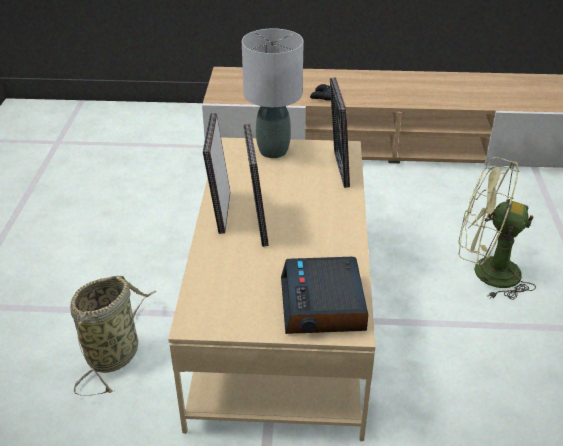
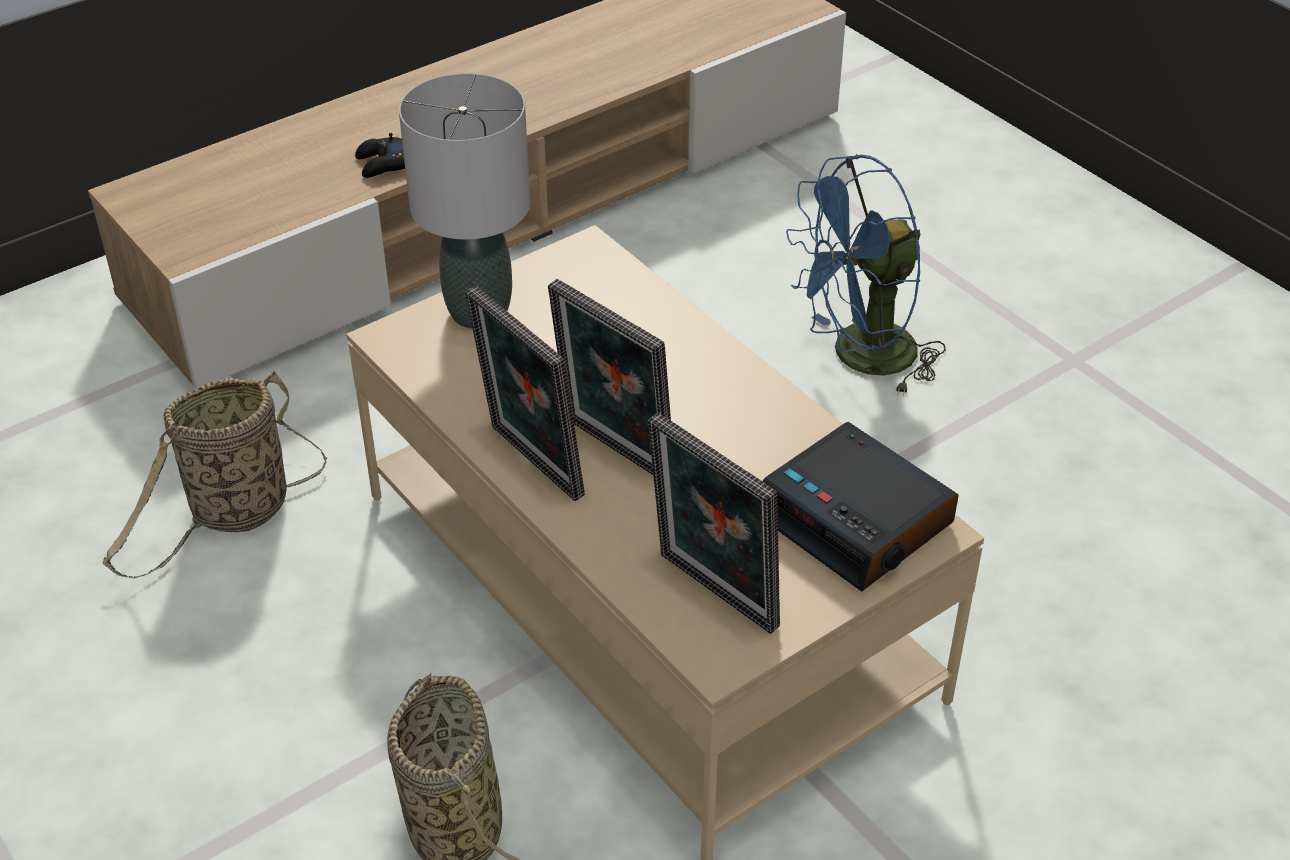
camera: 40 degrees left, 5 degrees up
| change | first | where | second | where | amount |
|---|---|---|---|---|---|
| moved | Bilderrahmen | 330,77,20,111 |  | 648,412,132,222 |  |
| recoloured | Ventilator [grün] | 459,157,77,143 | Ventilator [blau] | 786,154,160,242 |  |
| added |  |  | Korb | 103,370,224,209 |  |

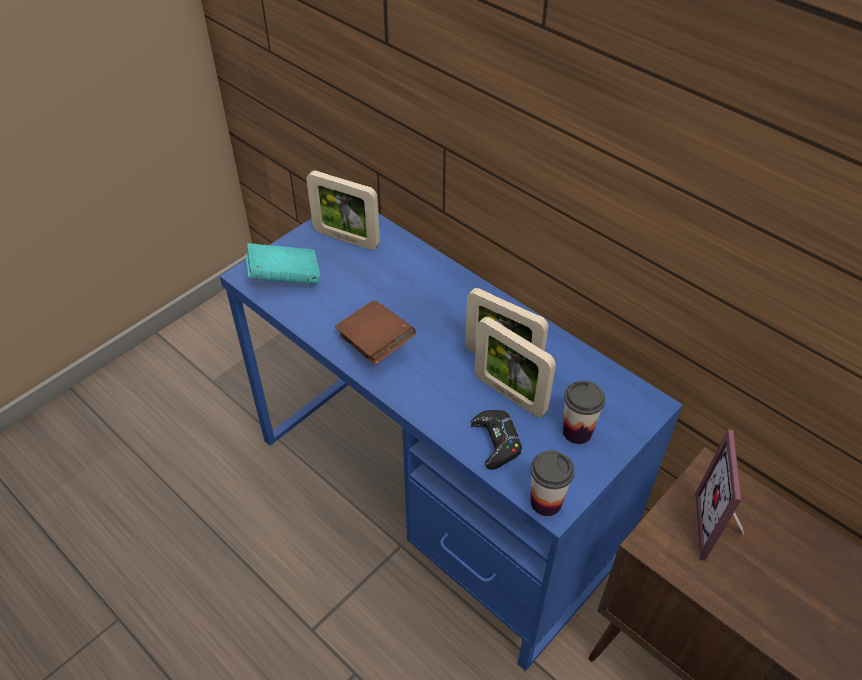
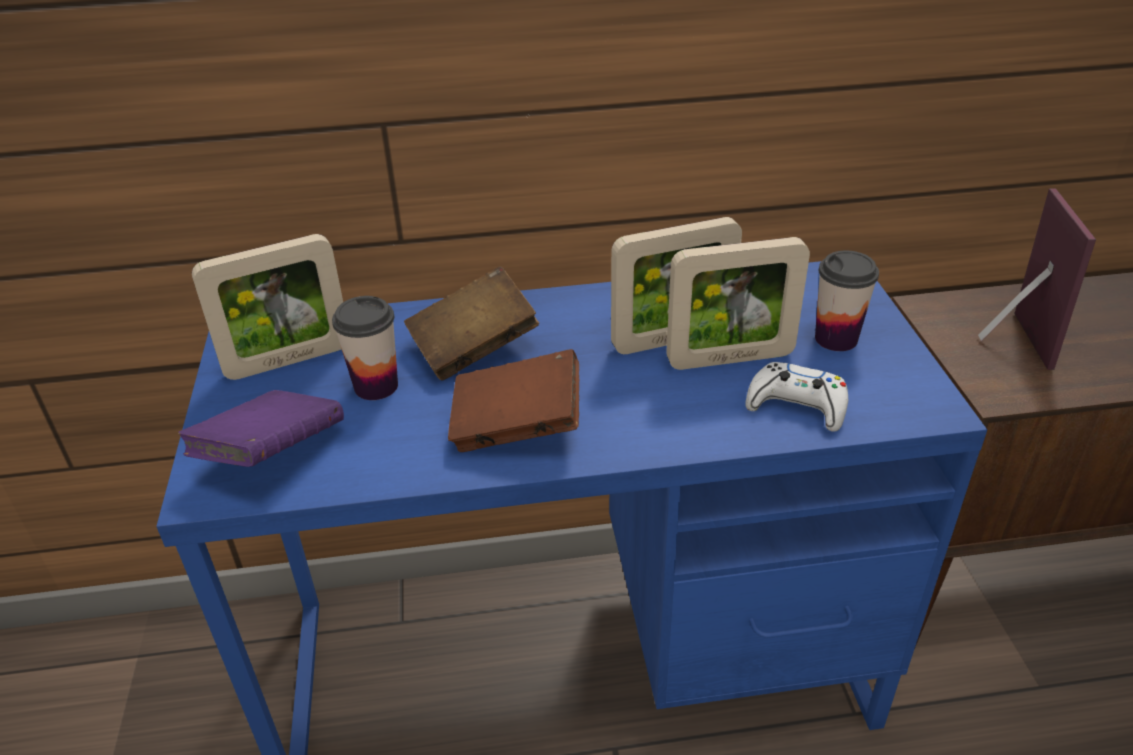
camera: 50 degrees left, 10 degrees down
| change | first | where | second | where | amount |
|---|---|---|---|---|---|
| recoloured | Buch [türkis] | 246,243,74,41 | Buch [lila] | 178,390,166,77 |  |
| recoloured | Gamepad [schwarz] | 471,410,51,60 | Gamepad [weiß] | 745,362,103,70 |  |
| moved | Tasse | 530,450,45,66 |  | 332,296,66,104 |  |
| turned | Bilderrahmen | 695,429,49,132 |  | 978,188,118,182 | 135 degrees counterclockwise |
| added |  |  | Buch [braun] | 404,266,135,115 |  |

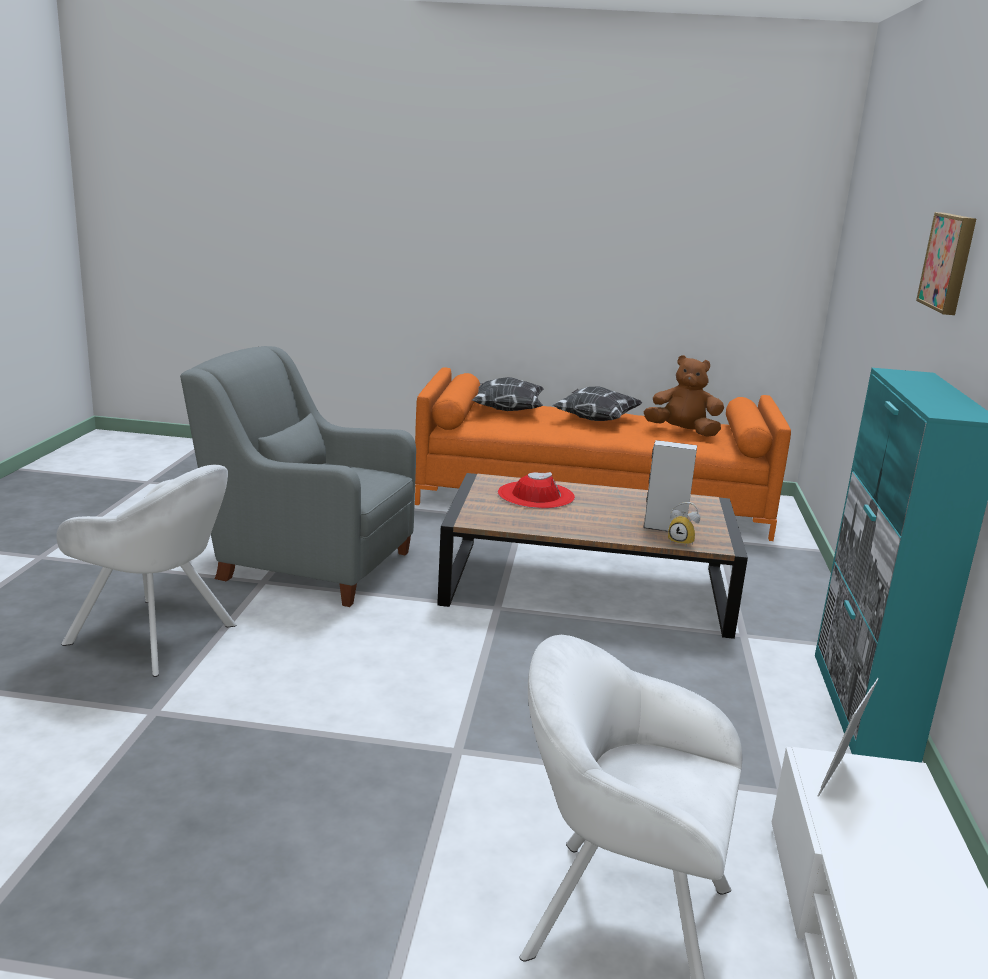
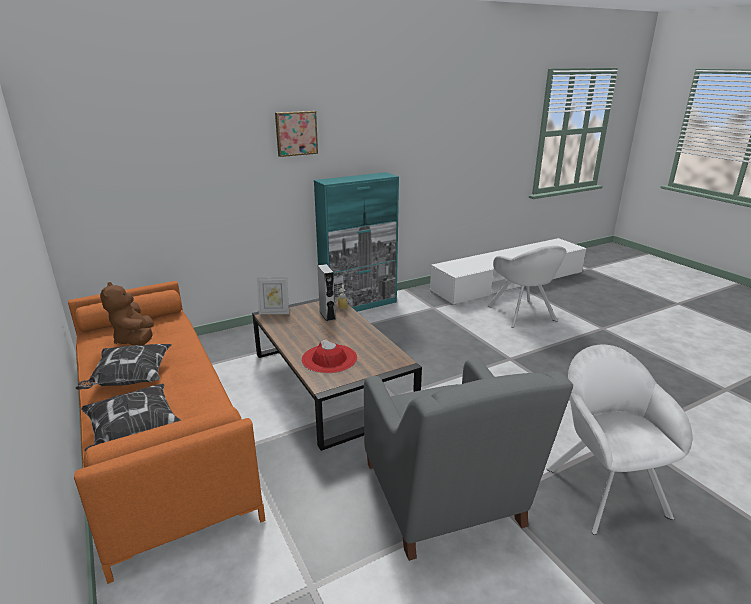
camera: 125 degrees left, 5 degrees up
| change | first | where | second | where | amount |
|---|---|---|---|---|---|
| moved | Bilderrahmen | 817,678,62,119 |  | 257,277,32,37 |  |

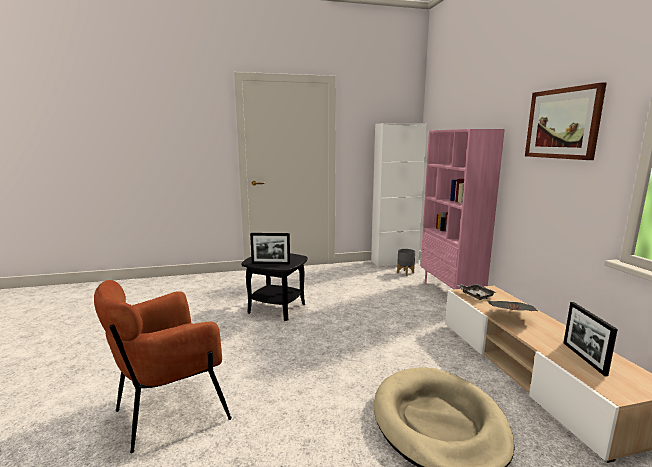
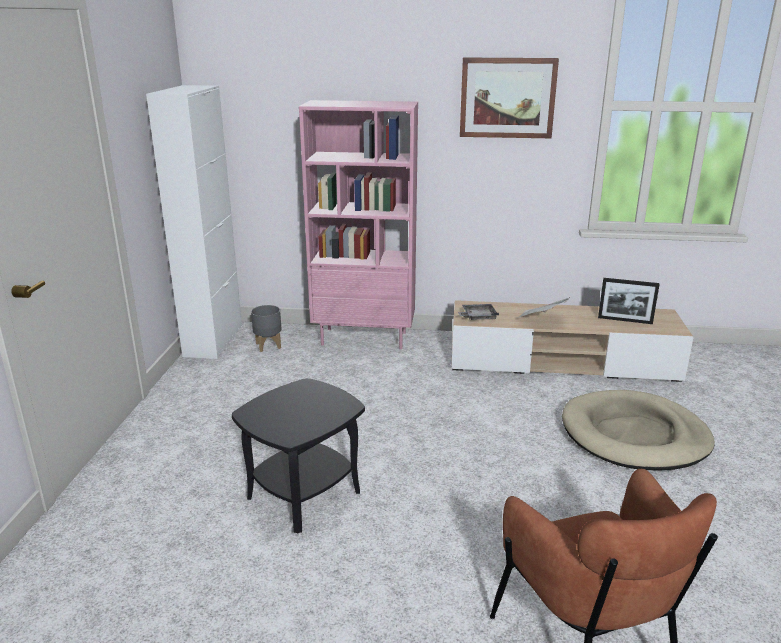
camera: 70 degrees left, 10 degrees up
| change | first | where | second | where | amount |
|---|---|---|---|---|---|
| removed | Bilderrahmen | 250,233,40,31 |  |  |  |

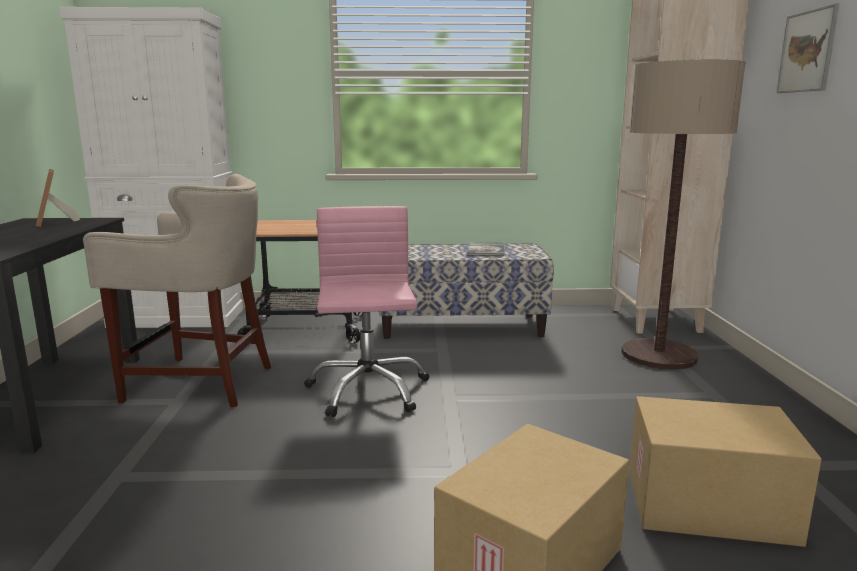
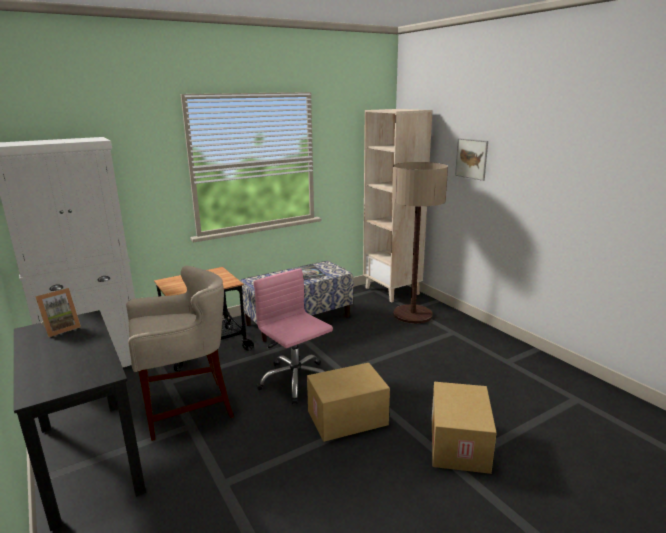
camera: 30 degrees left, 5 degrees up
| change | first | where | second | where | amount |
|---|---|---|---|---|---|
| turned | Bilderrahmen | 36,169,44,58 |  | 35,288,46,49 | 75 degrees counterclockwise |
| moved | Karton | 629,396,193,151 |  | 307,363,83,79 |  |

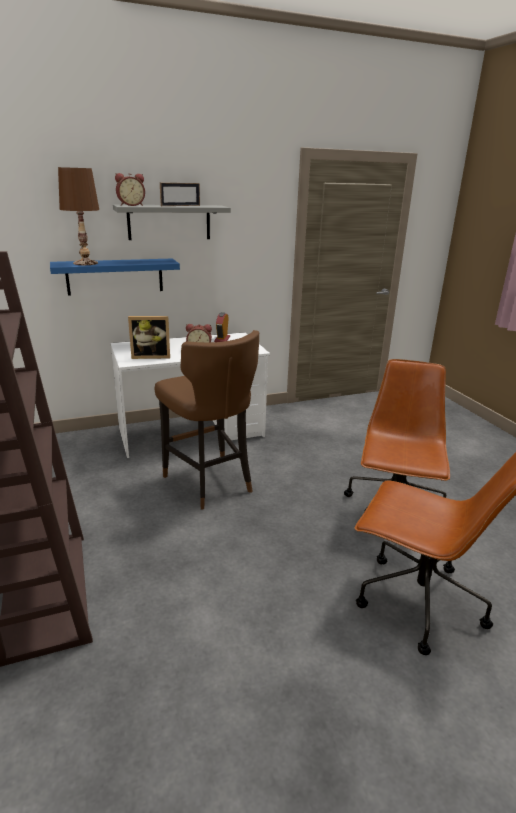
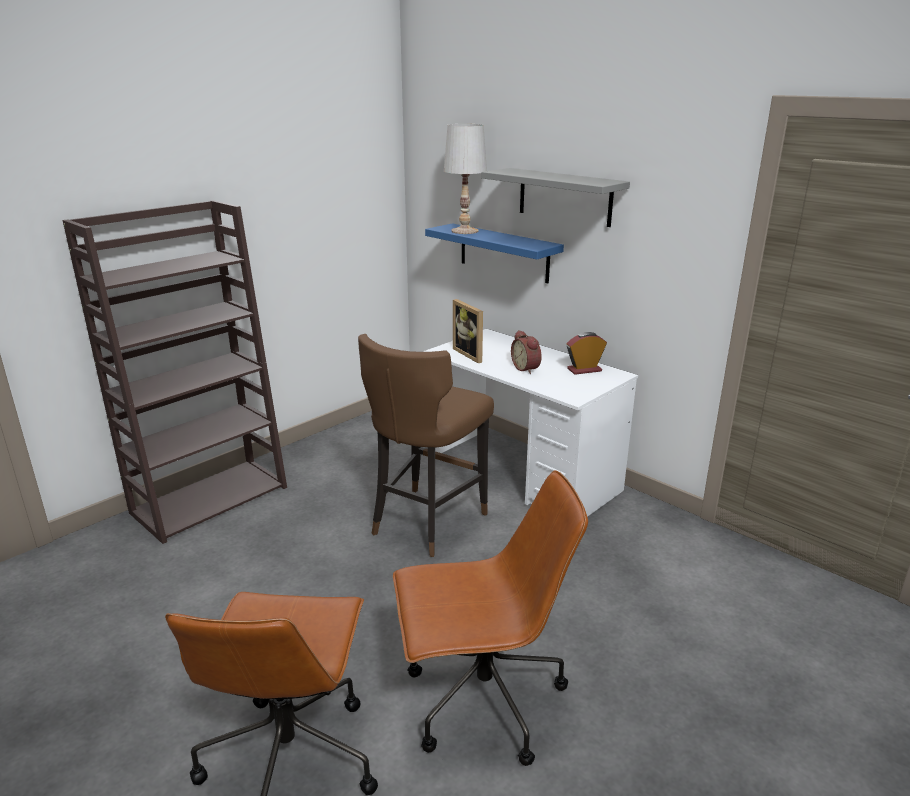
camera: 65 degrees right, 0 degrees up
| change | first | where | second | where | amount |
|---|---|---|---|---|---|
| recoloured | Tischlampe [braun] | 58,167,41,98 | Tischlampe [weiß] | 444,124,43,110 |  |
| removed | Wecker | 115,173,30,33 |  |  |  |
| removed | Bilderrahmen | 160,183,40,23 |  |  |  |

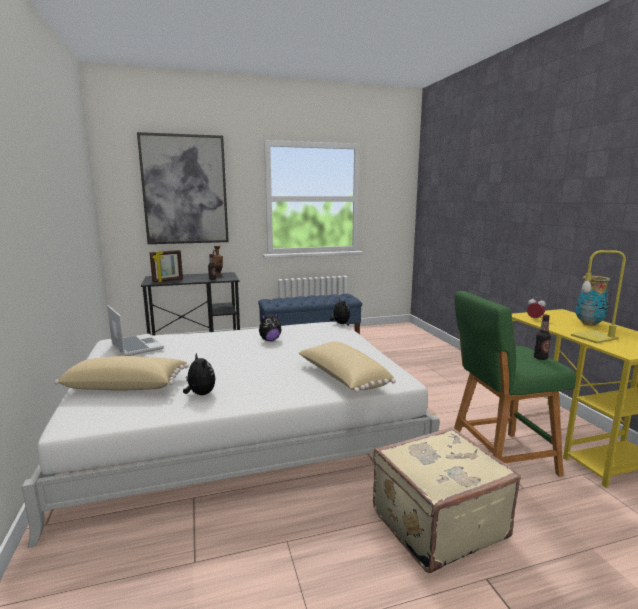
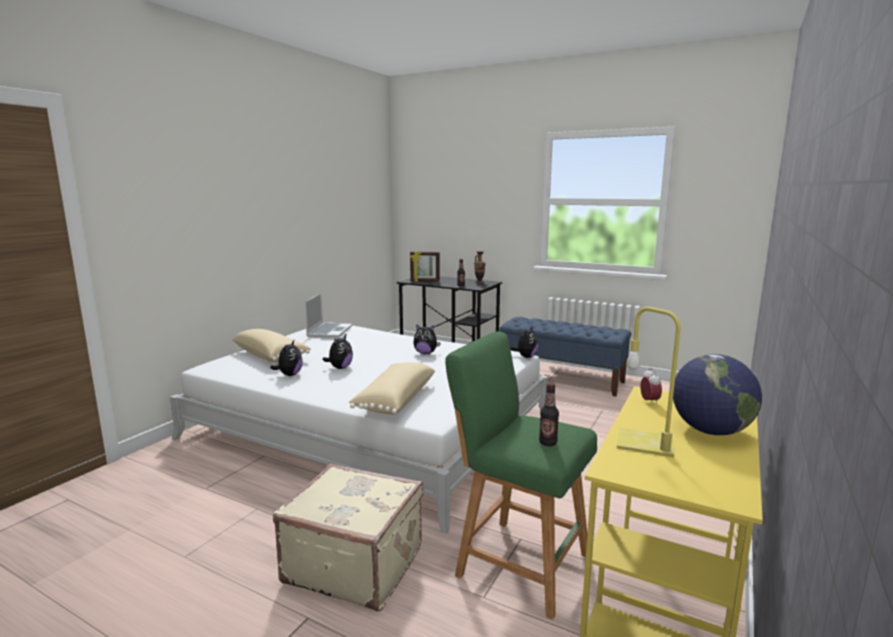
camera: 45 degrees right, 0 degrees up
| change | first | where | second | where | amount |
|---|---|---|---|---|---|
| removed | Bild | 137,132,92,112 |  |  |  |
| replaced | Vase | 575,276,35,50 | Globus | 673,354,89,81 |  |
| added |  |  | Plüschtier | 323,335,30,34 |  |

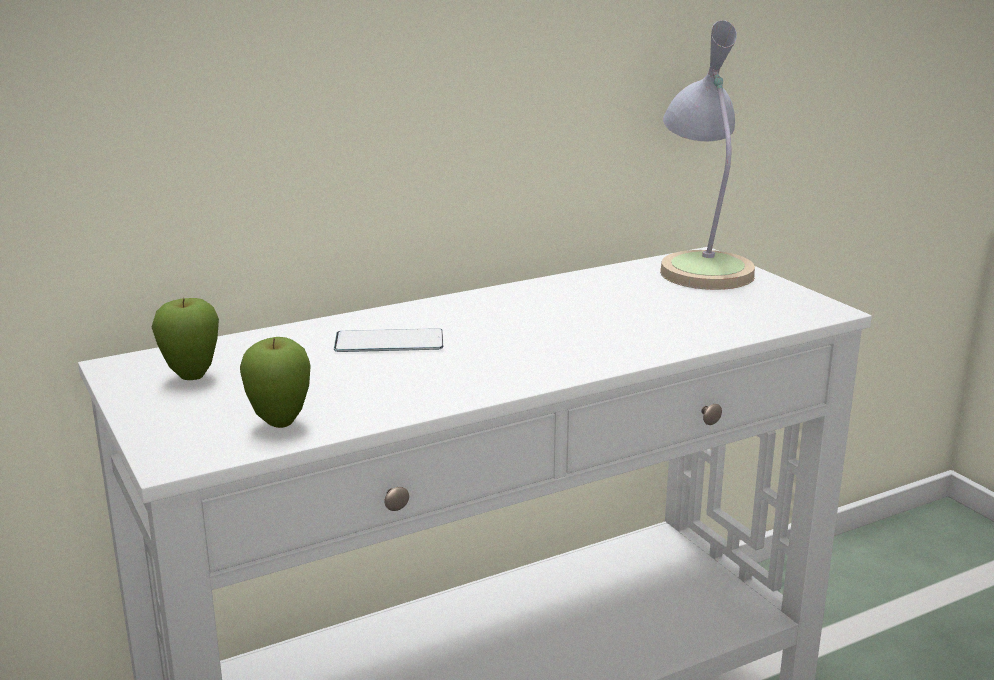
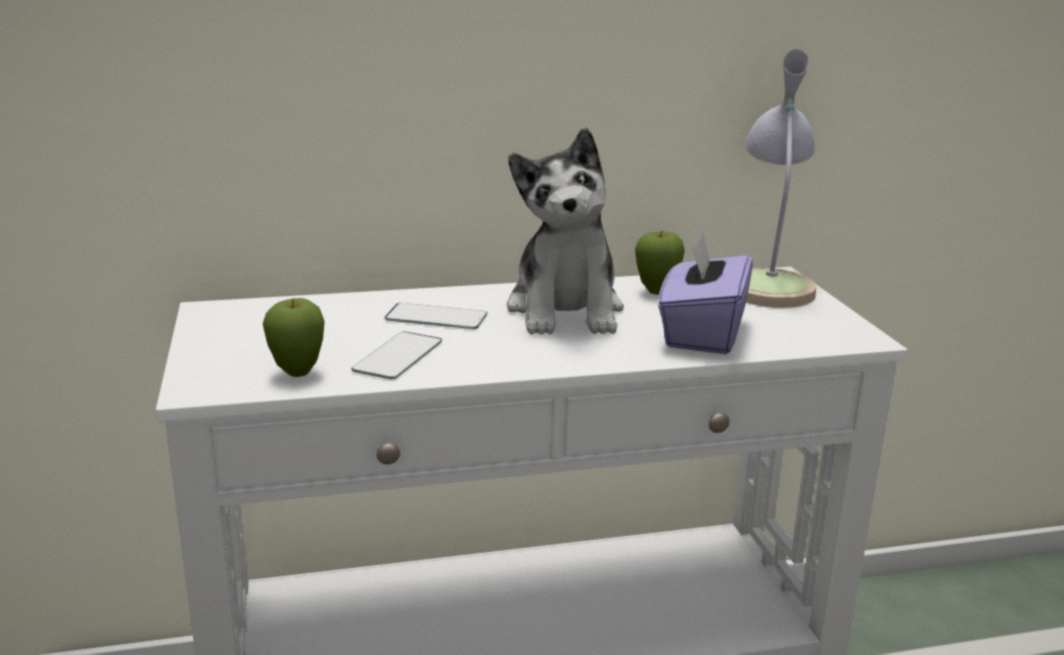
camera: 15 degrees right, 0 degrees up
| change | first | where | second | where | amount |
|---|---|---|---|---|---|
| moved | Apfel | 152,298,67,82 |  | 635,231,50,64 |  |
| added |  |  | Handy | 352,331,90,48 |  |
| added |  |  | Plüschtier | 507,127,117,208 |  |
| added |  |  | Taschentuchbox [lila] | 658,231,95,123 |  |

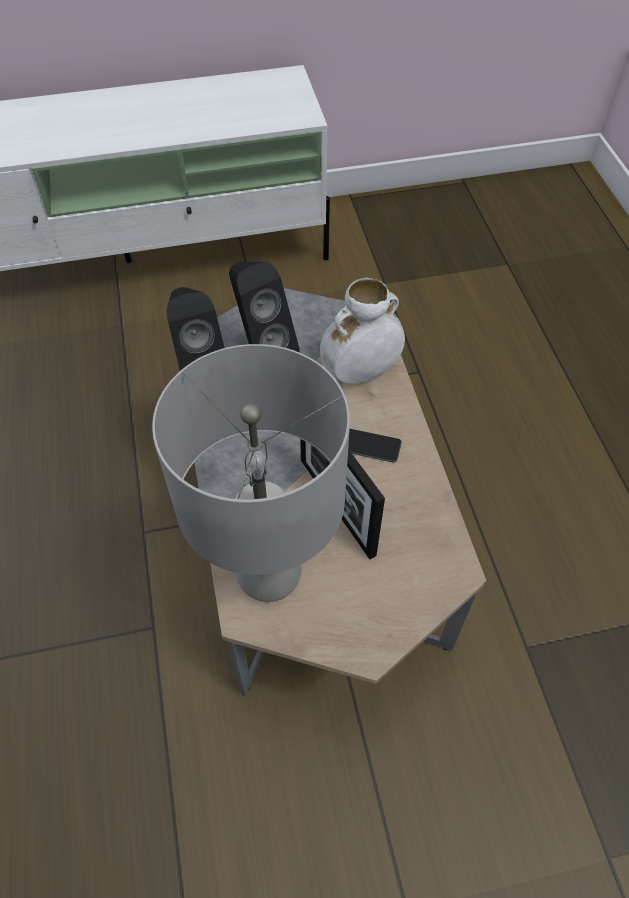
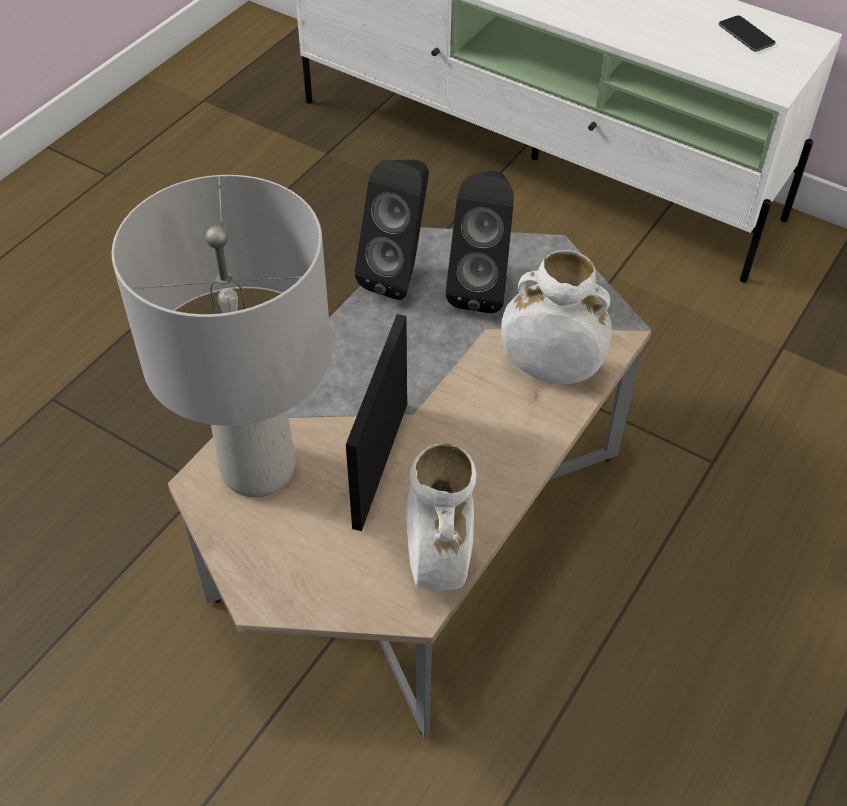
camera: 45 degrees right, 5 degrees down
| change | first | where | second | where | amount |
|---|---|---|---|---|---|
| moved | Handy | 348,429,54,34 |  | 719,15,57,37 |  |
| added |  |  | Vase [weiß] | 406,443,70,149 |  |

